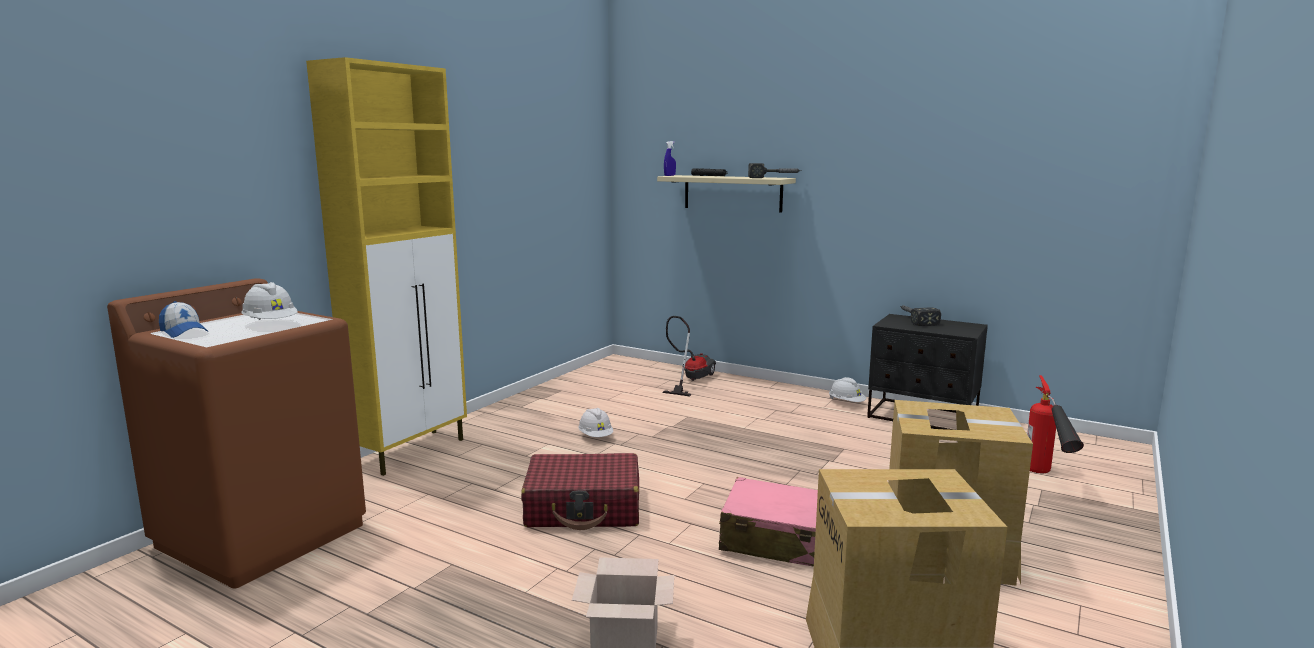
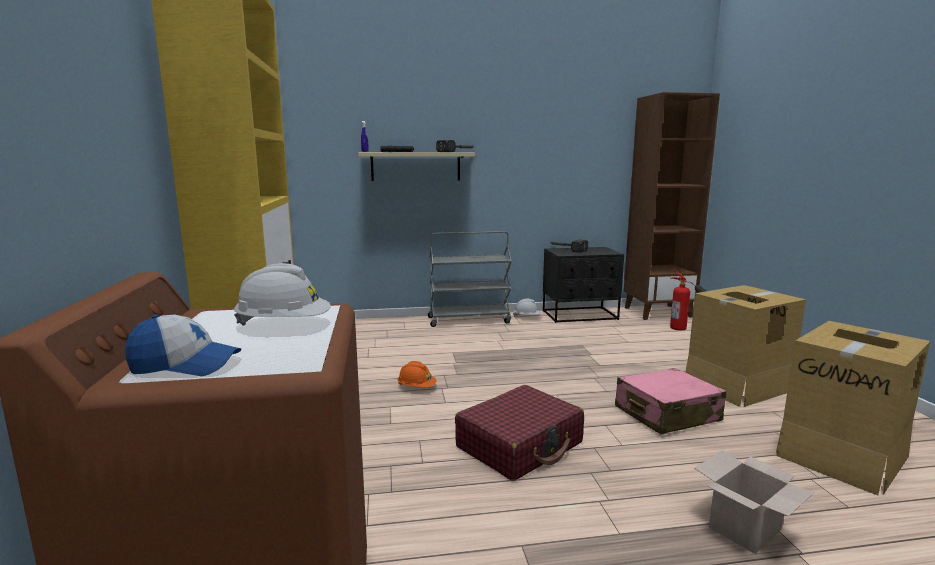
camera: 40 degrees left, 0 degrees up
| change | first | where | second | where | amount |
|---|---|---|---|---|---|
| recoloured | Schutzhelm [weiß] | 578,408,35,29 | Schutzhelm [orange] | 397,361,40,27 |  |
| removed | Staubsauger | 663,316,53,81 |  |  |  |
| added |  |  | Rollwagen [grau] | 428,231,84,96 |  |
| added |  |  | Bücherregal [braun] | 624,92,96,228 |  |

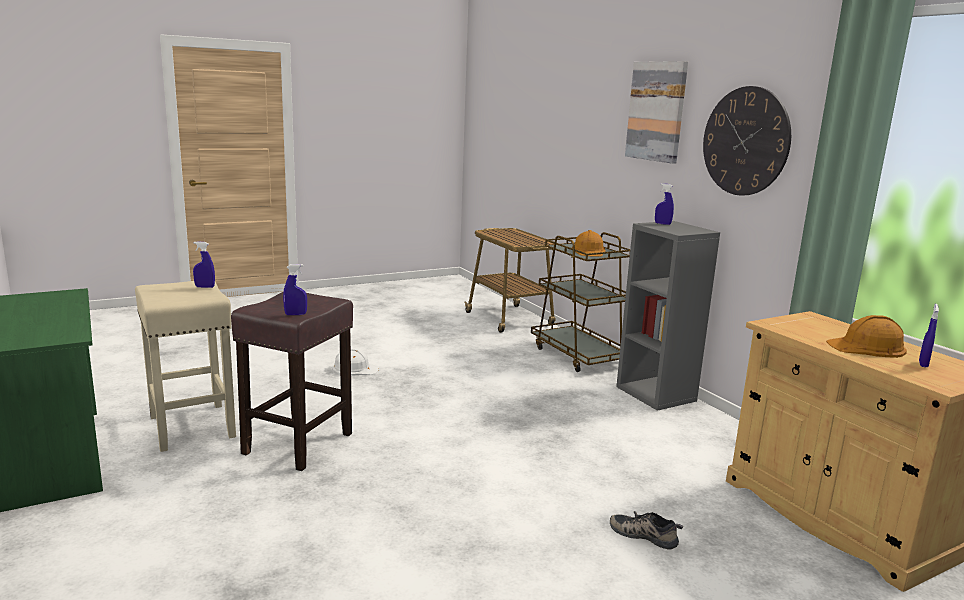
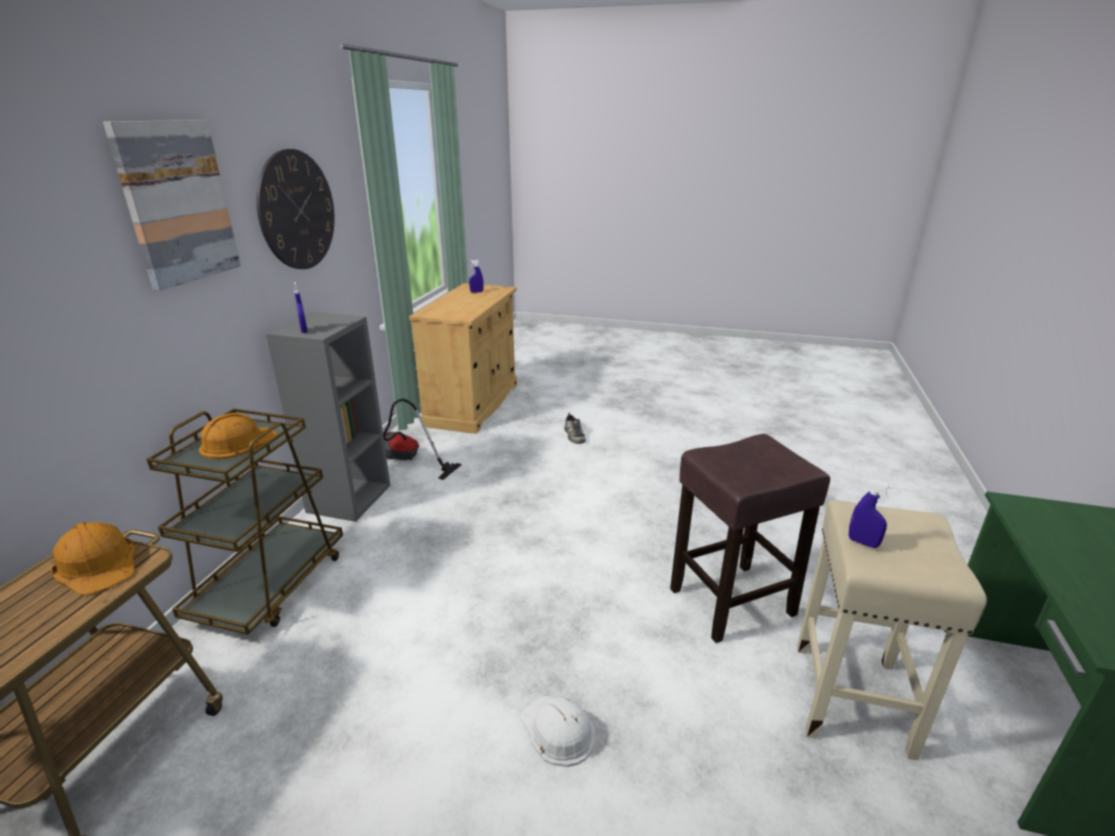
camera: 135 degrees left, 10 degrees up
| change | first | where | second | where | amount |
|---|---|---|---|---|---|
| removed | Sprühflasche [blau] | 283,264,24,51 |  |  |  |
| moved | Schutzhelm [orange] | 826,315,81,43 |  | 51,522,85,73 |  |
| added |  |  | Staubsauger | 383,399,79,81 |  |

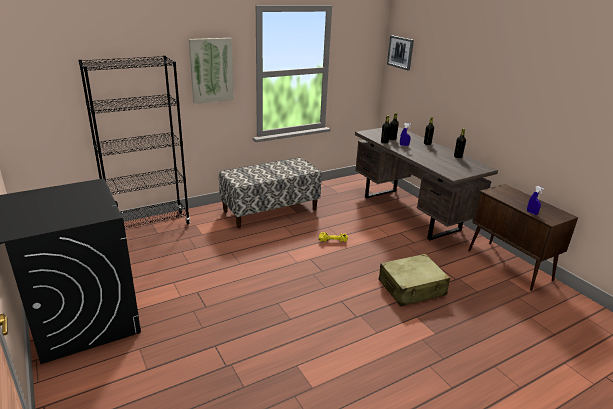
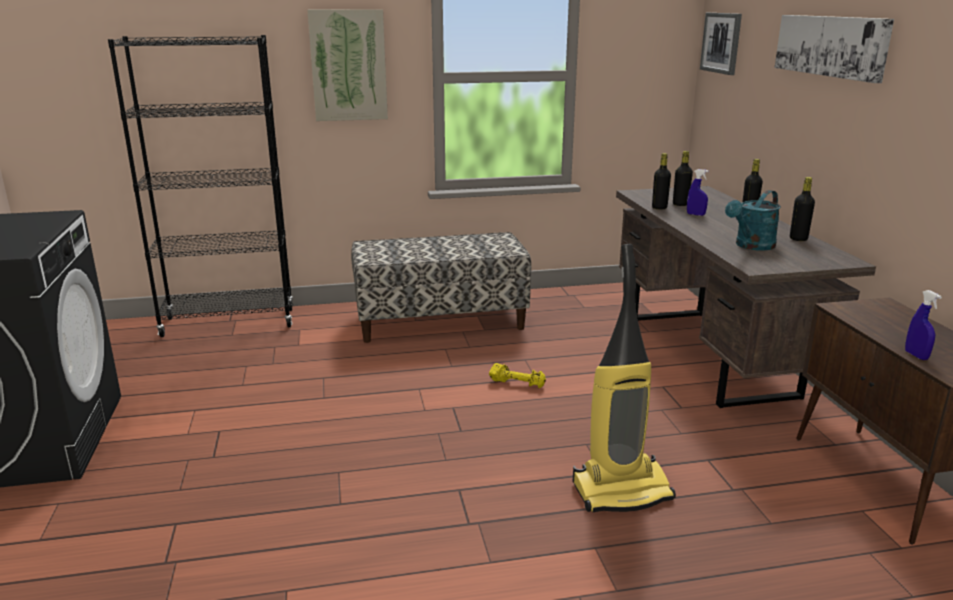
camera: 20 degrees right, 5 degrees down
| change | first | where | second | where | amount |
|---|---|---|---|---|---|
| replaced | Koffer [beige] | 379,254,71,52 | Staubsauger | 573,244,103,268 |  |
| added |  |  | Gießkanne [türkis] | 725,190,56,61 |  |
| added |  |  | Bild | 775,15,119,68 |  |

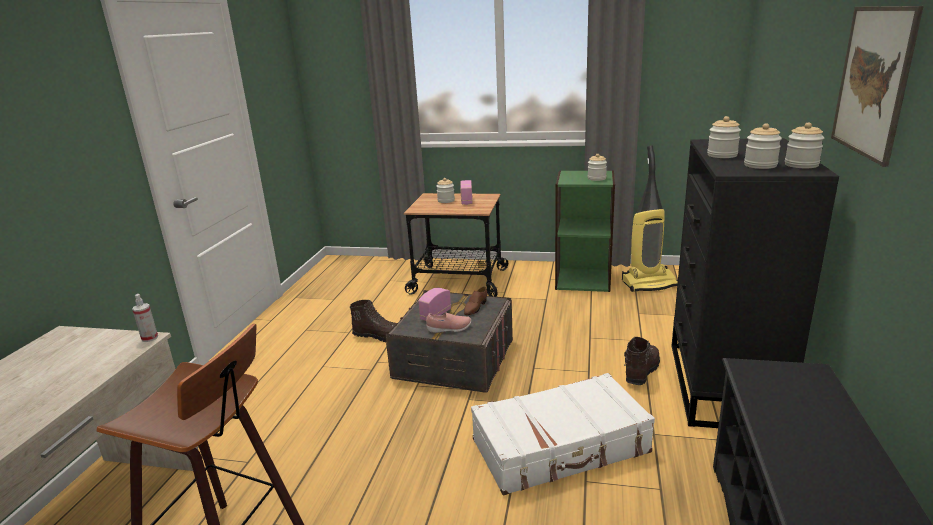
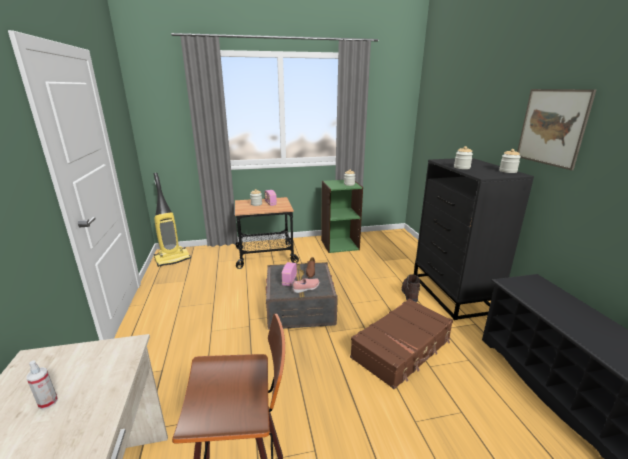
camera: 25 degrees left, 0 degrees up
| change | first | where | second | where | amount |
|---|---|---|---|---|---|
| moved | Sprühflasche | 132,294,26,48 |  | 26,360,32,49 |  |
| removed | Stiefel [braun] | 350,299,47,43 |  |  |  |
| recoloured | Koffer [weiß] | 471,373,184,123 | Koffer [braun] | 350,299,103,90 |  |
| moved | Staubsauger | 622,145,56,147 |  | 154,173,37,94 |  |
| removed | Vorratsglas | 744,123,38,46 |  |  |  |

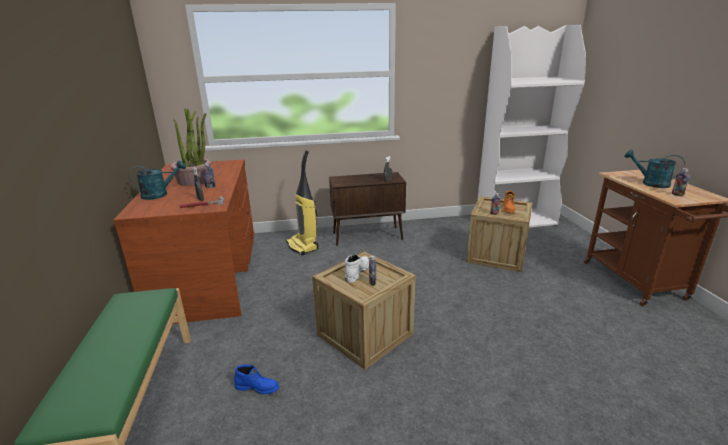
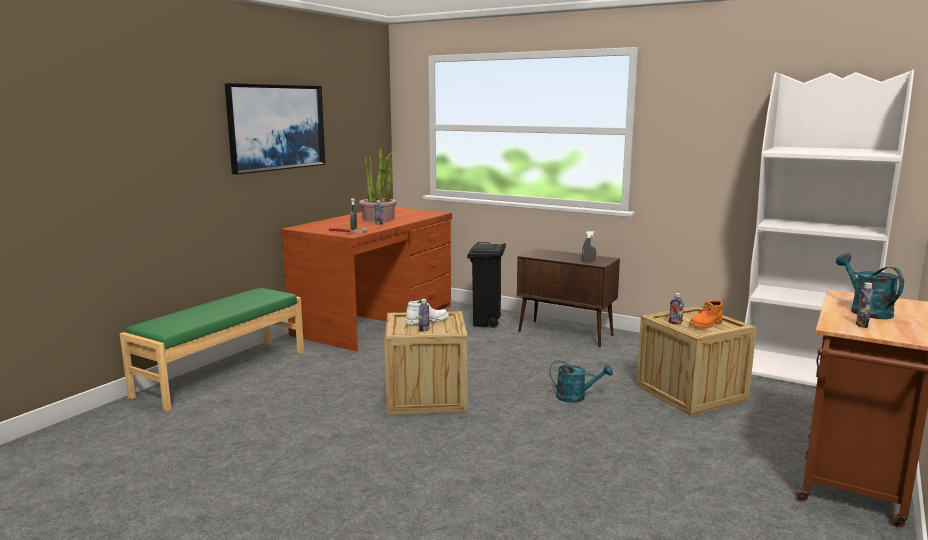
camera: 40 degrees right, 10 degrees down
| change | first | where | second | where | amount |
|---|---|---|---|---|---|
| moved | Gießkanne [türkis] | 128,160,58,40 |  | 550,361,63,42 |  |
| removed | Stiefel [blau] | 234,365,45,30 |  |  |  |
| replaced | Staubsauger | 286,150,33,105 | Mülleimer [schwarz] | 467,242,39,86 |  |
| added |  |  | Bild | 225,83,100,92 |  |

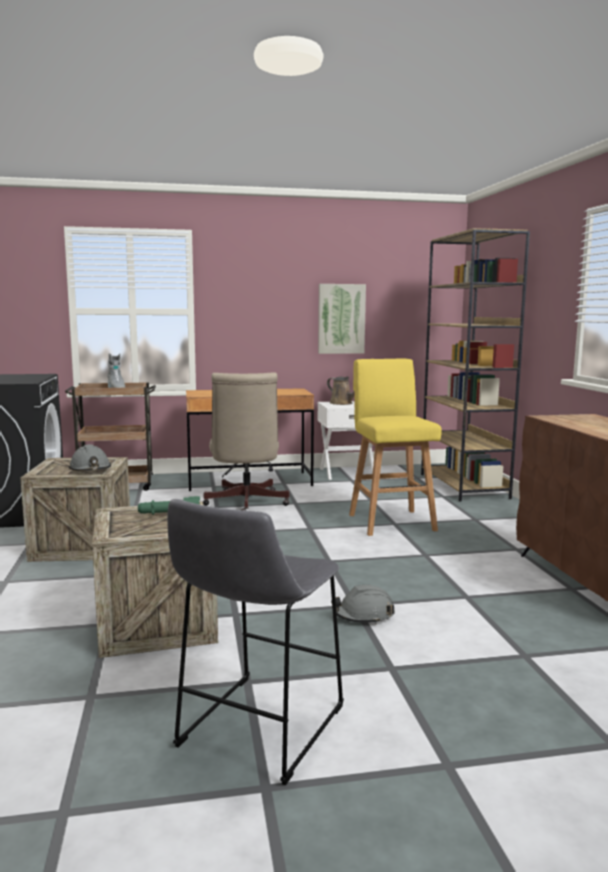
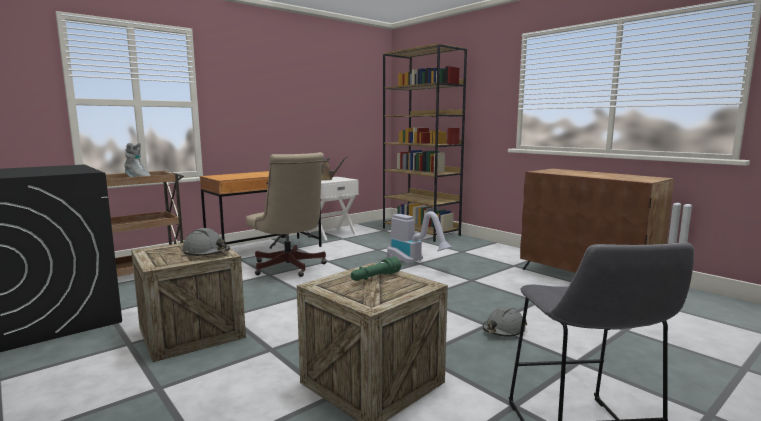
camera: 30 degrees left, 0 degrees up
| change | first | where | second | where | amount |
|---|---|---|---|---|---|
| removed | Bild | 318,284,48,70 |  |  |  |
| replaced | Hocker [gelb] | 349,359,93,177 | Staubsauger | 387,211,66,53 |  |

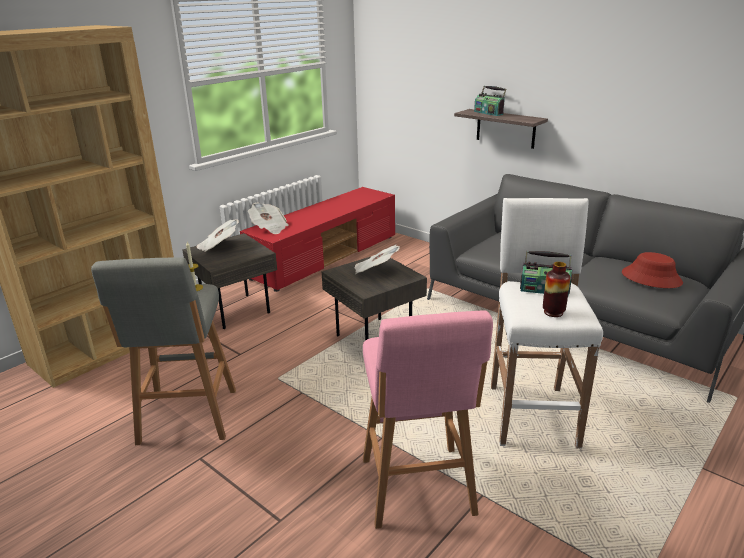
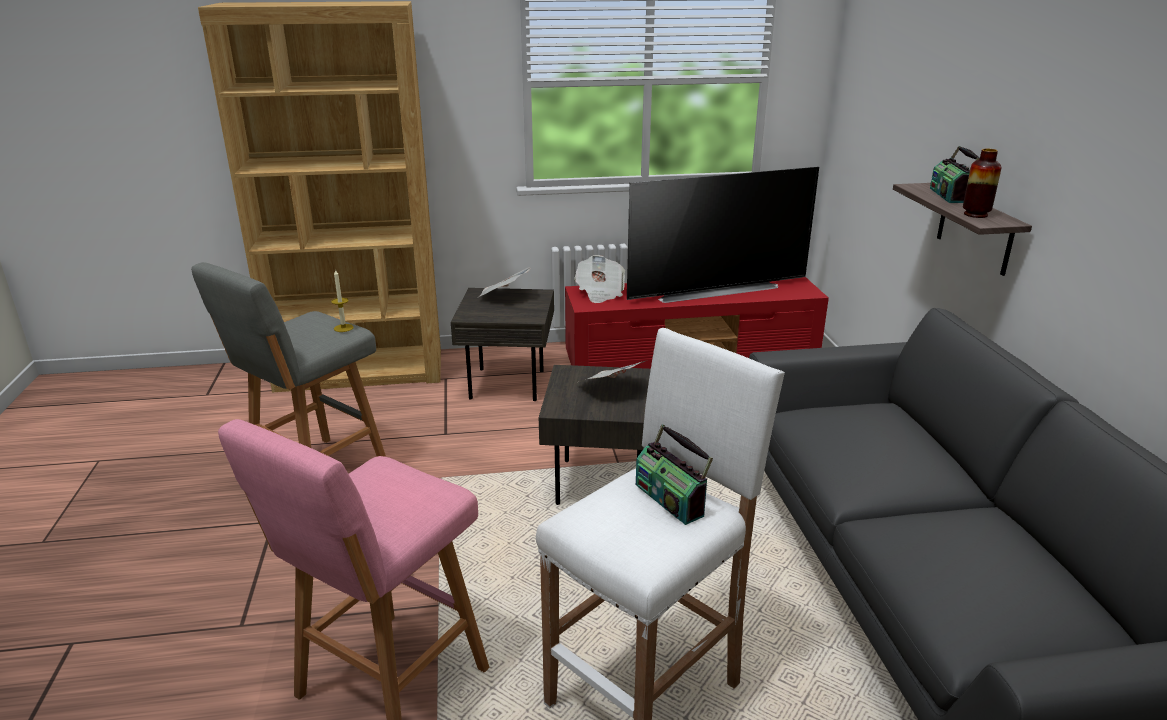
camera: 40 degrees right, 0 degrees up
| change | first | where | second | where | amount |
|---|---|---|---|---|---|
| moved | Vase | 543,262,27,55 |  | 963,148,39,70 |  |
| removed | Hut [rot] | 622,252,61,36 |  |  |  |
| added |  |  | Fernseher | 627,167,192,136 |  |

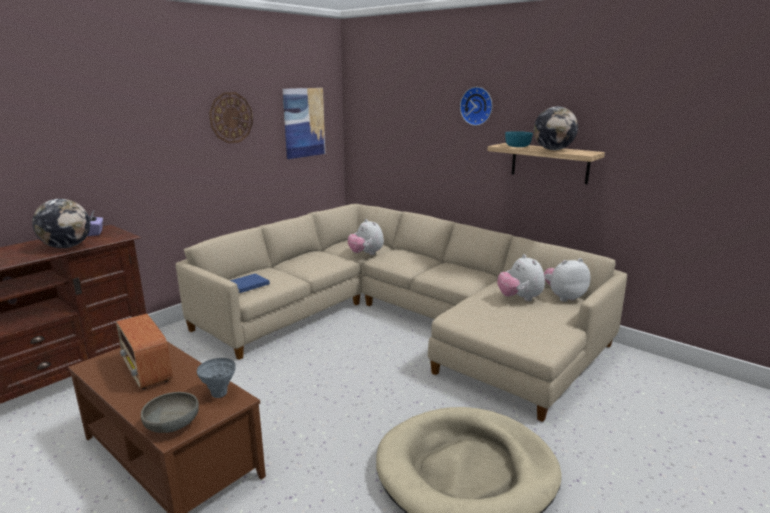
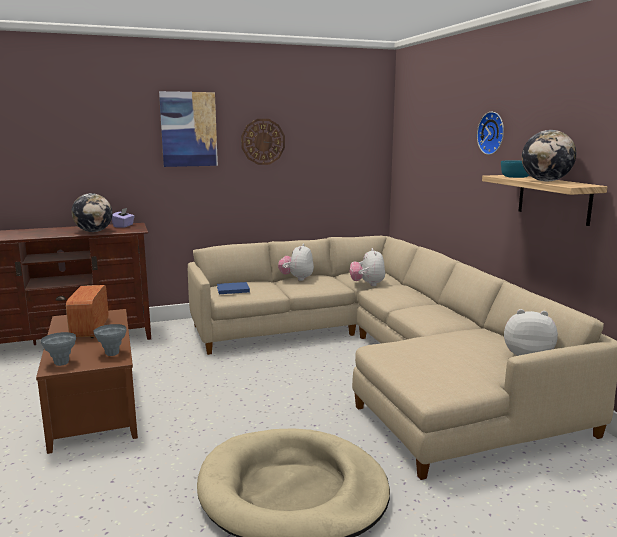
camera: 30 degrees right, 5 degrees down
| change | first | where | second | where | amount |
|---|---|---|---|---|---|
| replaced | Schüssel [grau] | 141,392,58,41 | Vase [grau] | 41,332,35,34 |  |
| moved | Bild | 283,88,42,71 |  | 159,91,59,76 |  |
| moved | Plüschtier | 497,254,48,47 |  | 278,244,36,37 |  |

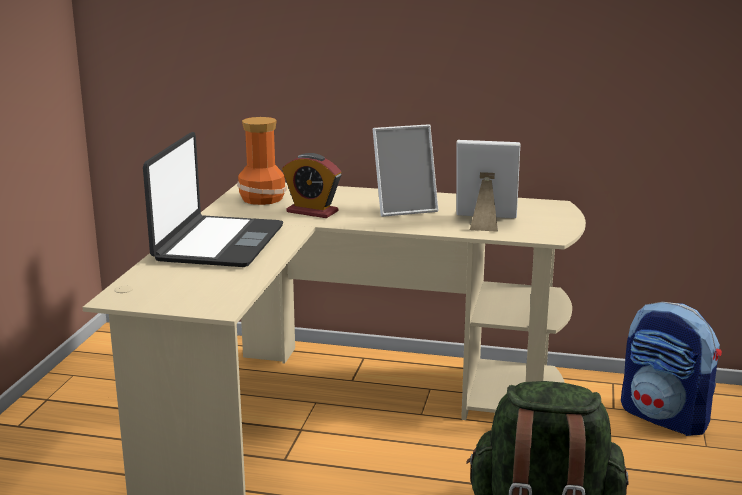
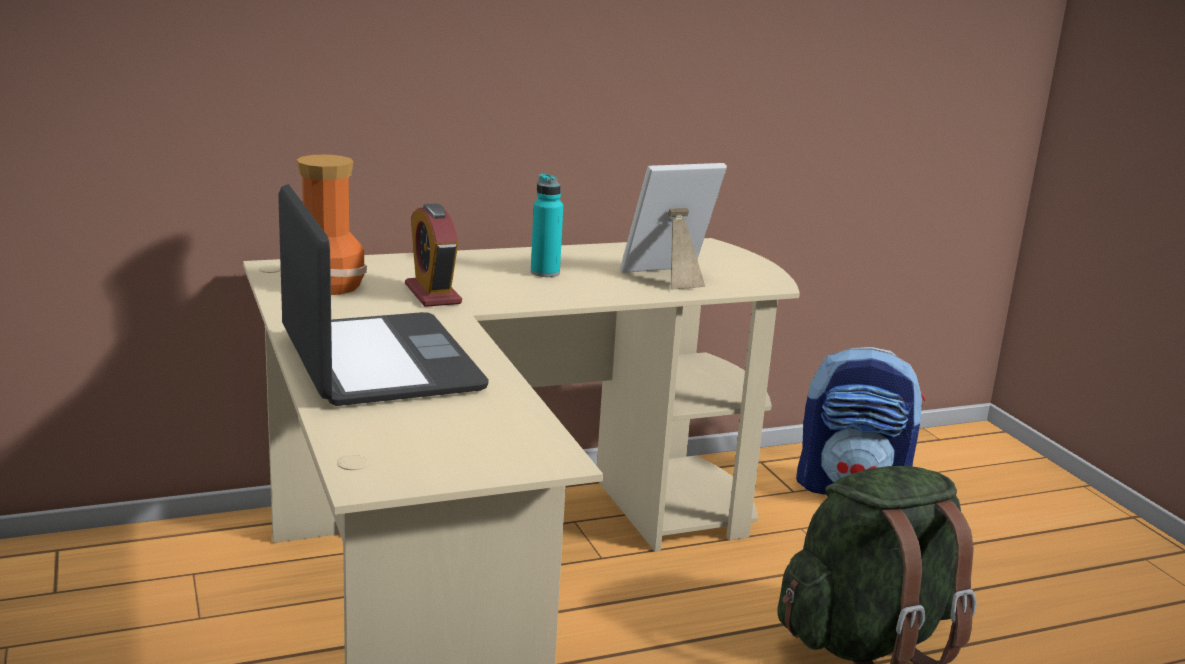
camera: 35 degrees left, 0 degrees up
| change | first | where | second | where | amount |
|---|---|---|---|---|---|
| turned | Wecker | 282,153,59,65 |  | 405,203,57,104 | 75 degrees clockwise |
| replaced | Bilderrahmen | 373,124,65,93 | Flasche [türkis] | 531,174,32,103 |  |

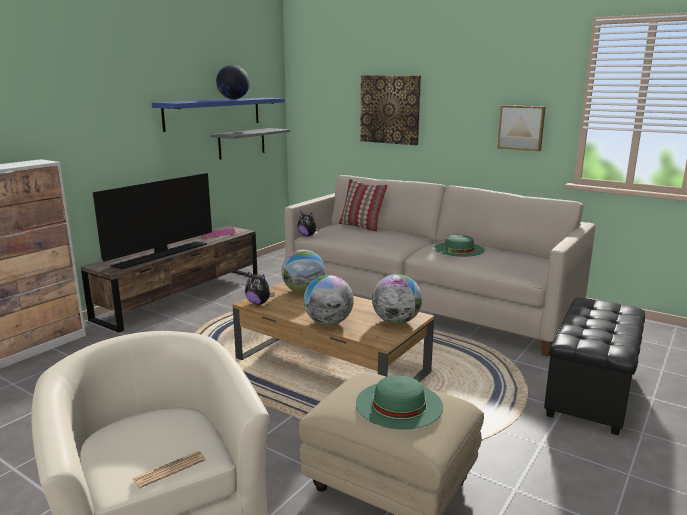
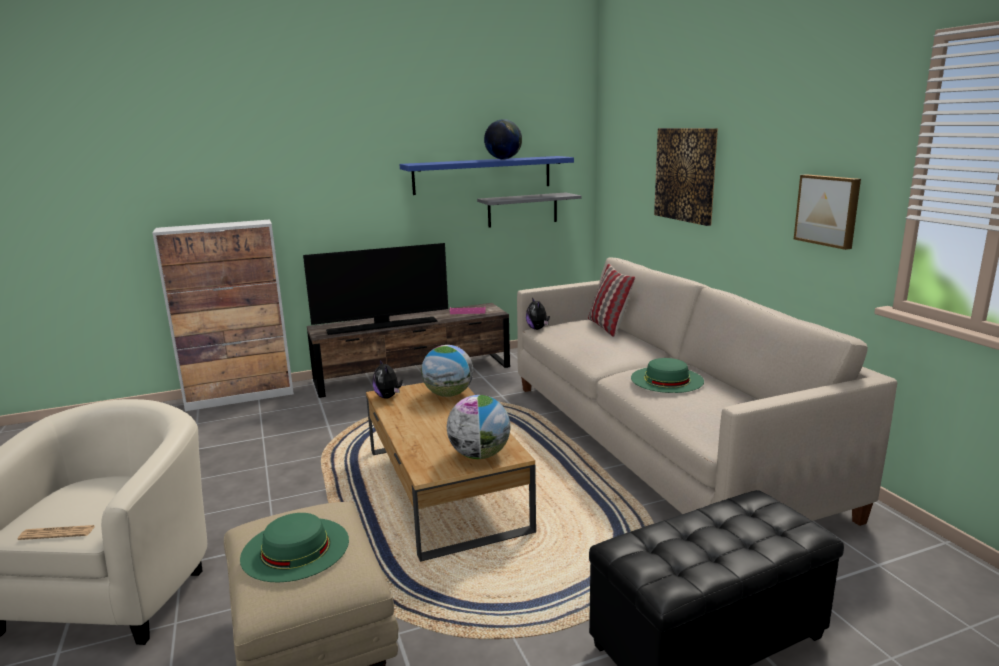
camera: 35 degrees right, 0 degrees up
| change | first | where | second | where | amount |
|---|---|---|---|---|---|
| removed | Globus | 304,275,50,50 |  |  |  |

